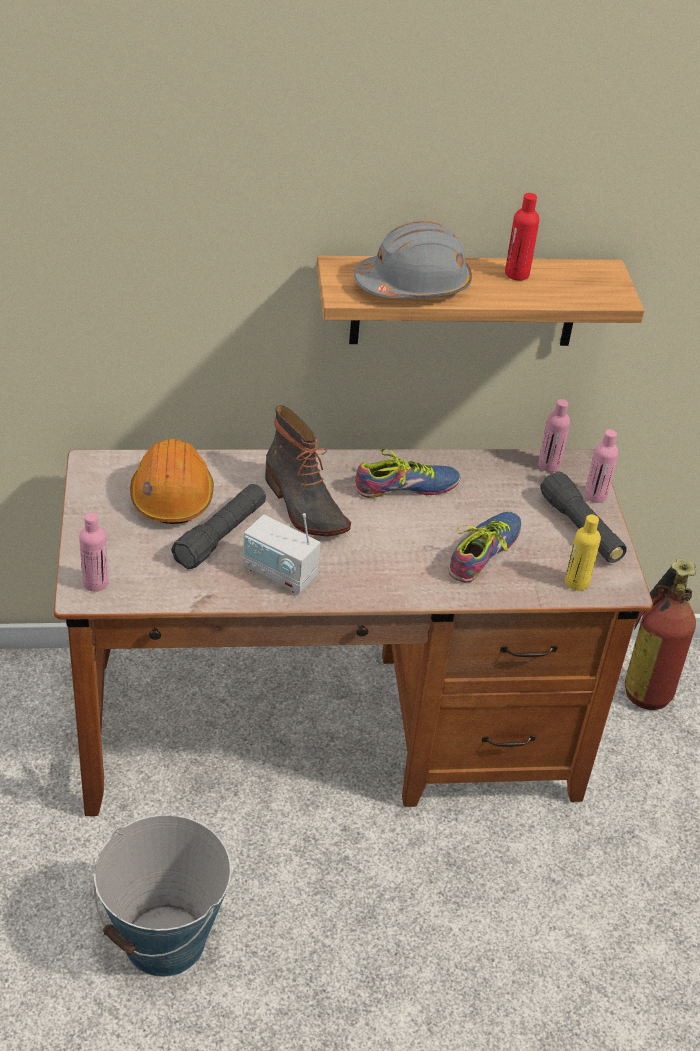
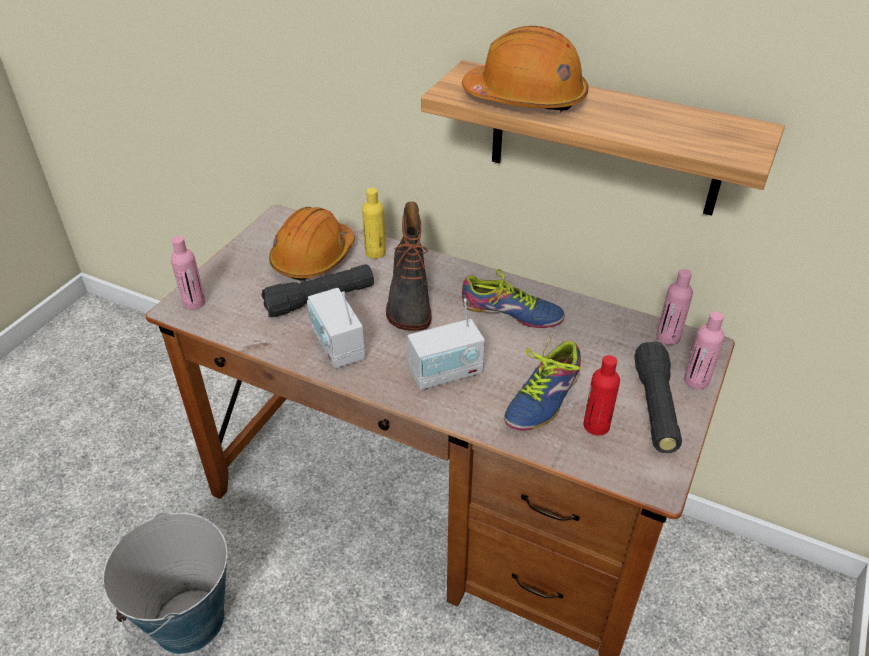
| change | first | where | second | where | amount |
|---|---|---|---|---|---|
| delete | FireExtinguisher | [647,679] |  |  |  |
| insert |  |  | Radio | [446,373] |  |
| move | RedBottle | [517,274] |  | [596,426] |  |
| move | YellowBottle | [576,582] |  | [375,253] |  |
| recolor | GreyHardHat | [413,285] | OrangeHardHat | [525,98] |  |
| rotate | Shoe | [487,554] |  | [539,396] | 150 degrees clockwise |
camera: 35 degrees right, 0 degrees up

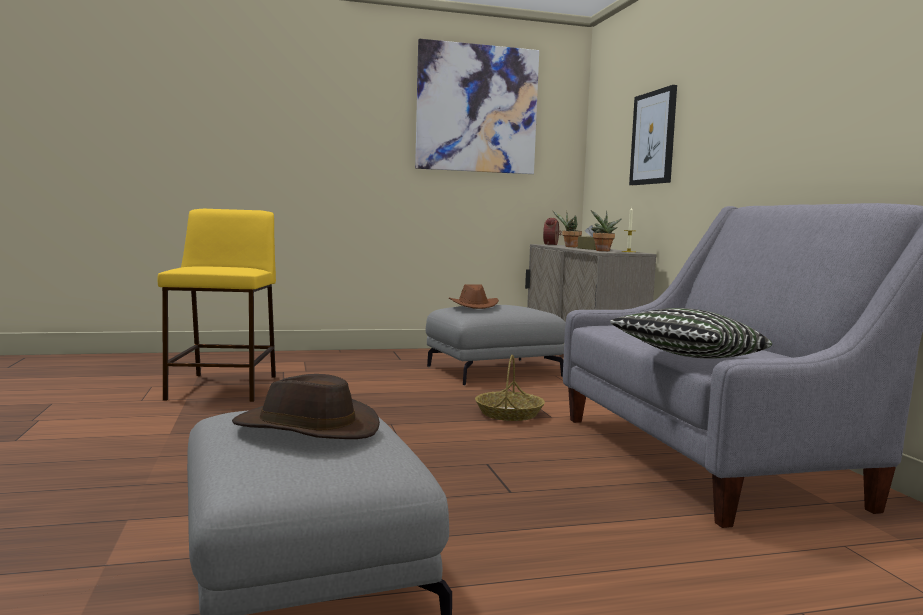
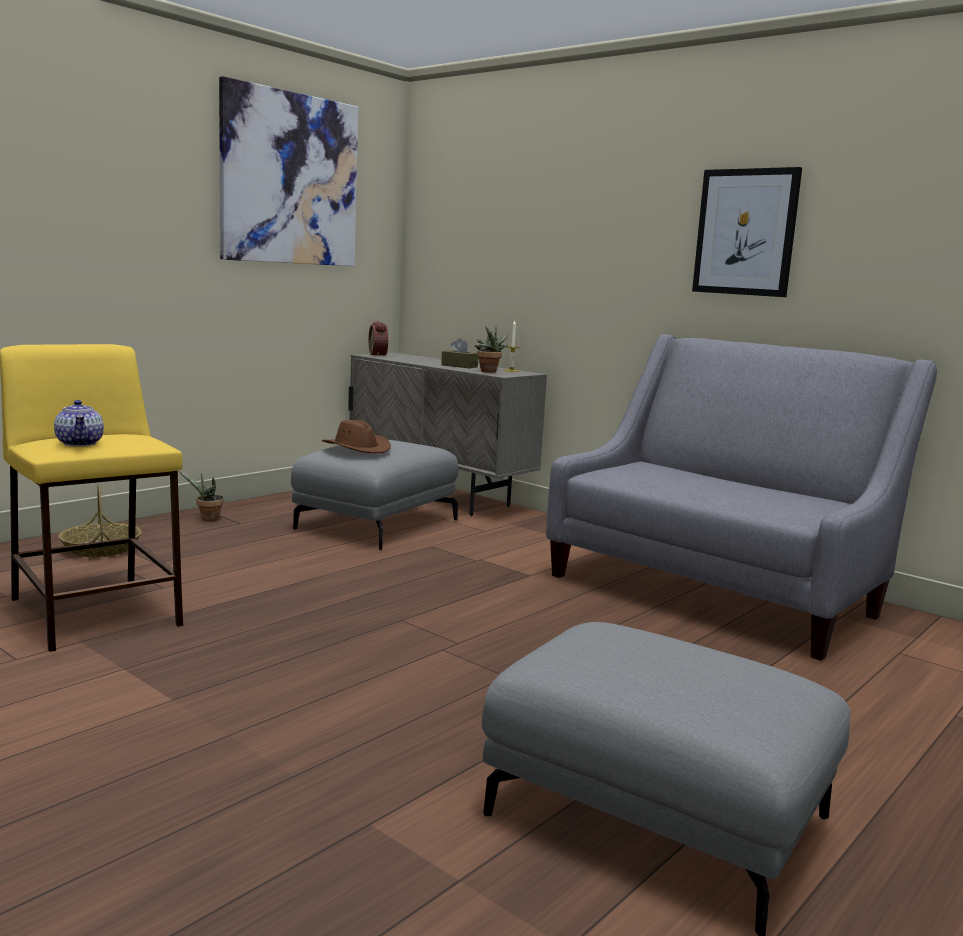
| change | first | where | second | where | amount |
|---|---|---|---|---|---|
| delete | BrownHat | [306,428] |  |  |  |
| delete | Pillow | [688,358] |  |  |  |
| insert |  |  | Teapot | [80,443] |  |
| move | Basket | [509,414] |  | [100,548] |  |
| move | PottedPlant | [569,247] |  | [207,519] |  |
| move | Picture | [653,138] |  | [746,232] |  |
camera: 35 degrees left, 5 degrees up

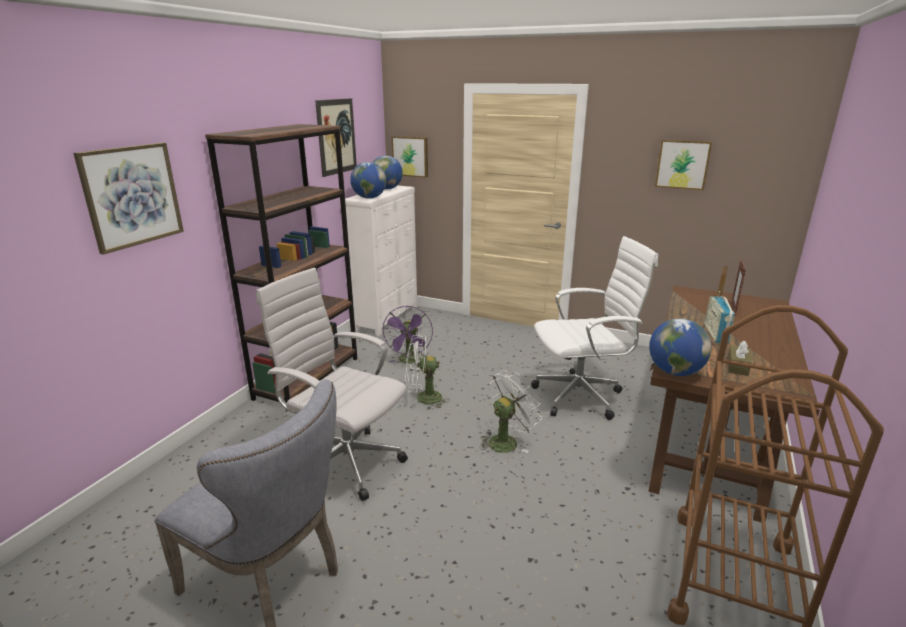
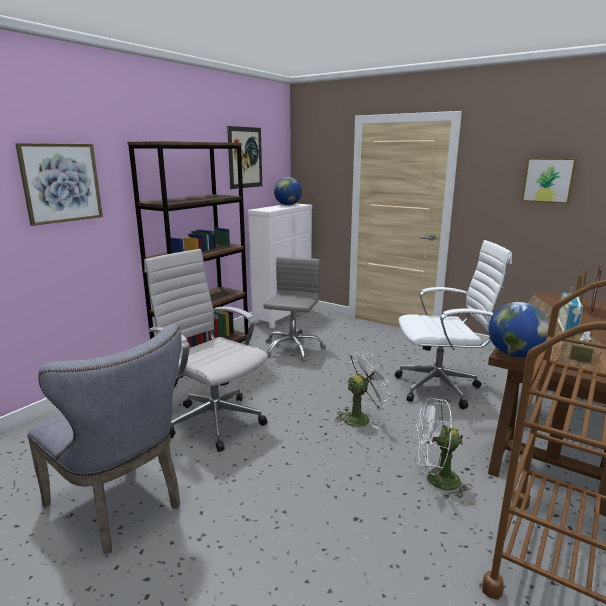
| change | first | where | second | where | amount |
|---|---|---|---|---|---|
| delete | Globe | [369,198] |  |  |  |
| delete | Picture | [411,156] |  |  |  |
| move | WhiteFan | [423,399] |  | [435,480] |  |
| replace | PurpleFan | [410,361] | GreyOfficeChair | [292,348] |  |
camera: 10 degrees right, 5 degrees down

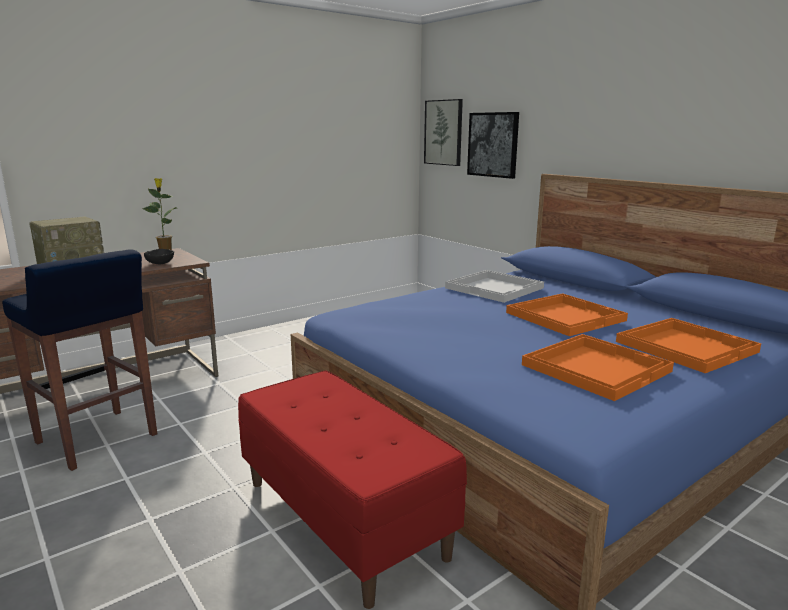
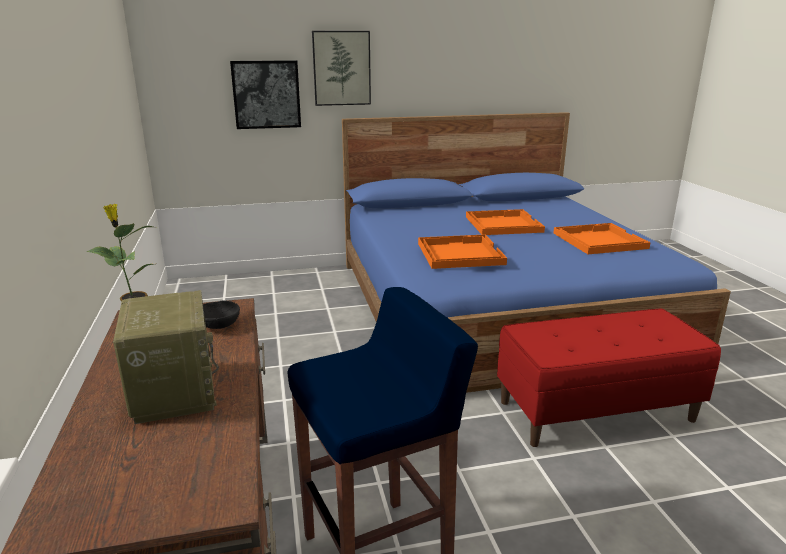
| change | first | where | second | where | amount |
|---|---|---|---|---|---|
| delete | WhiteTray | [495,288] |  |  |  |
| move | Picture | [443,132] |  | [341,68] |  |
| move | OrangeTray | [685,346] |  | [459,253] |  |
camera: 65 degrees left, 5 degrees up

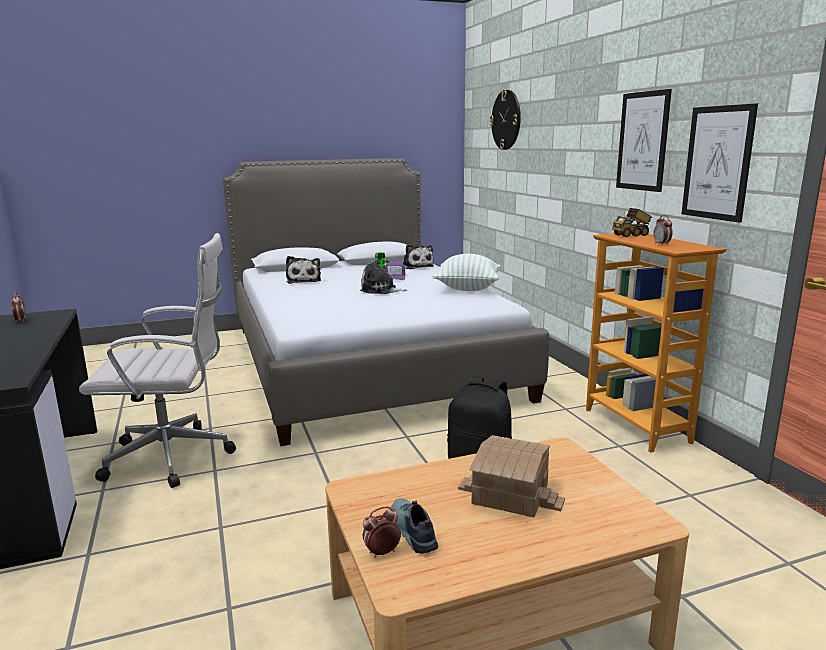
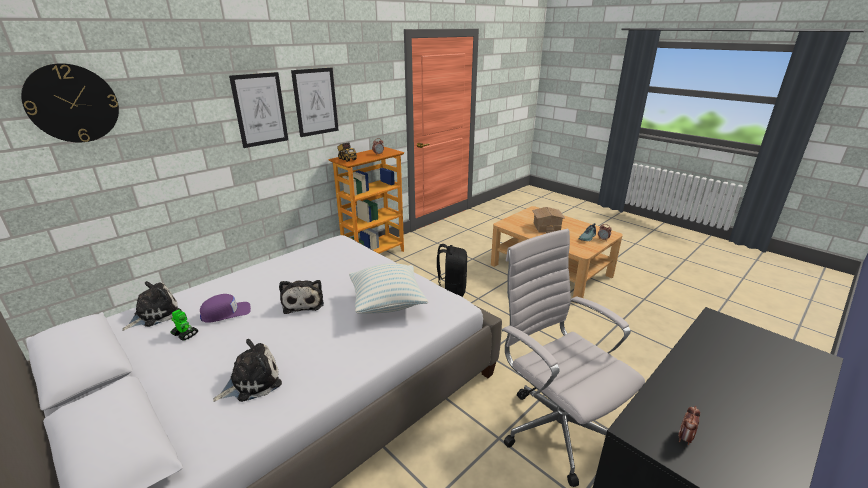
| change | first | where | second | where | amount |
|---|---|---|---|---|---|
| move | Pillow | [467,288] |  | [387,304] |  |
| move | Picture | [717,163] |  | [260,110] |  |
camera: 115 degrees left, 10 degrees up

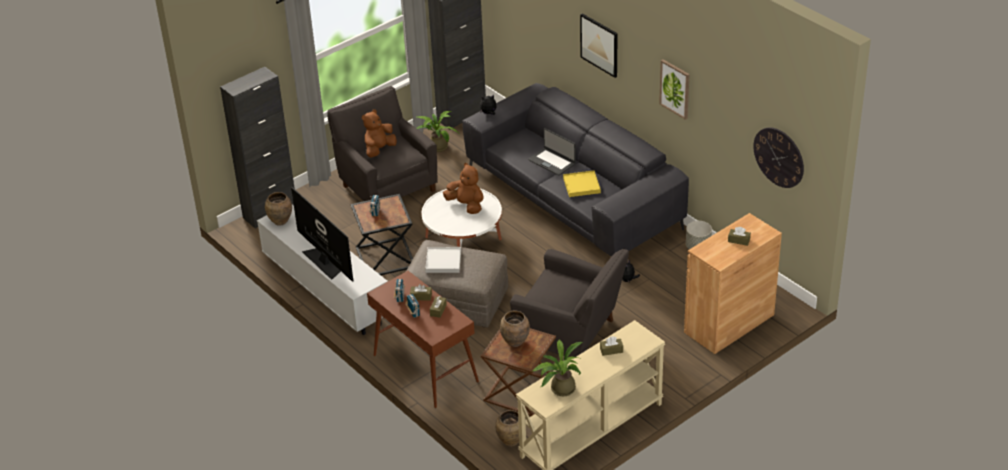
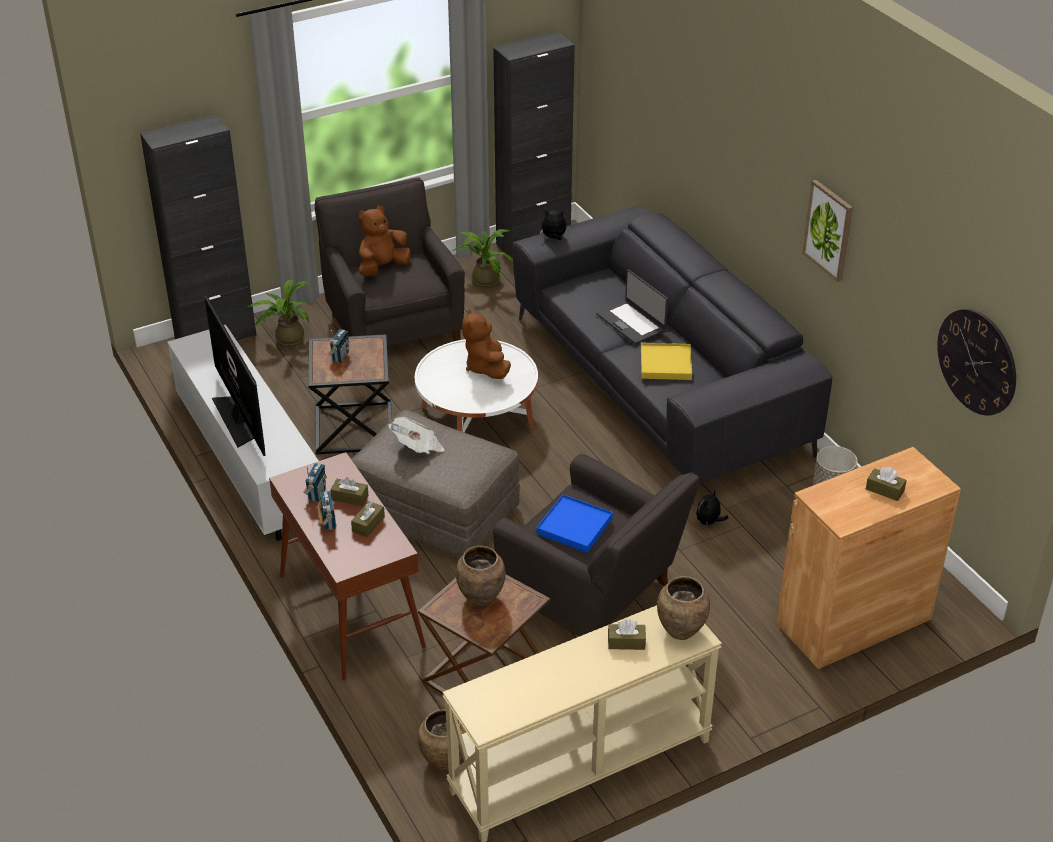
| change | first | where | second | where | amount |
|---|---|---|---|---|---|
| delete | Picture | [599,45] |  |  |  |
| insert |  |  | BlueTray | [574,526] |  |
| move | BrownVase | [280,221] |  | [680,631] |  |
| move | PottedPlant | [559,389] |  | [286,339] |  |
| replace | WhiteTray | [443,261] | Newspaper | [417,447] |  |
| rotate | BrownPlushToy | [466,205] |  | [486,368] | 150 degrees counterclockwise |
camera: 10 degrees right, 0 degrees up

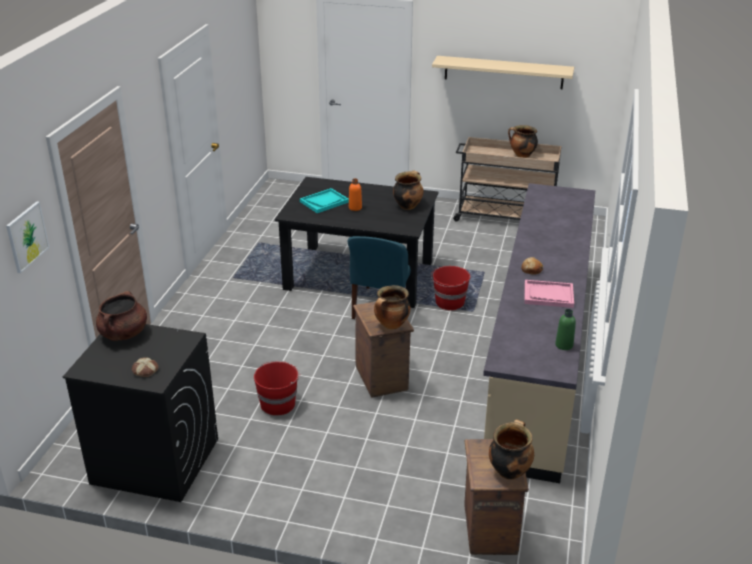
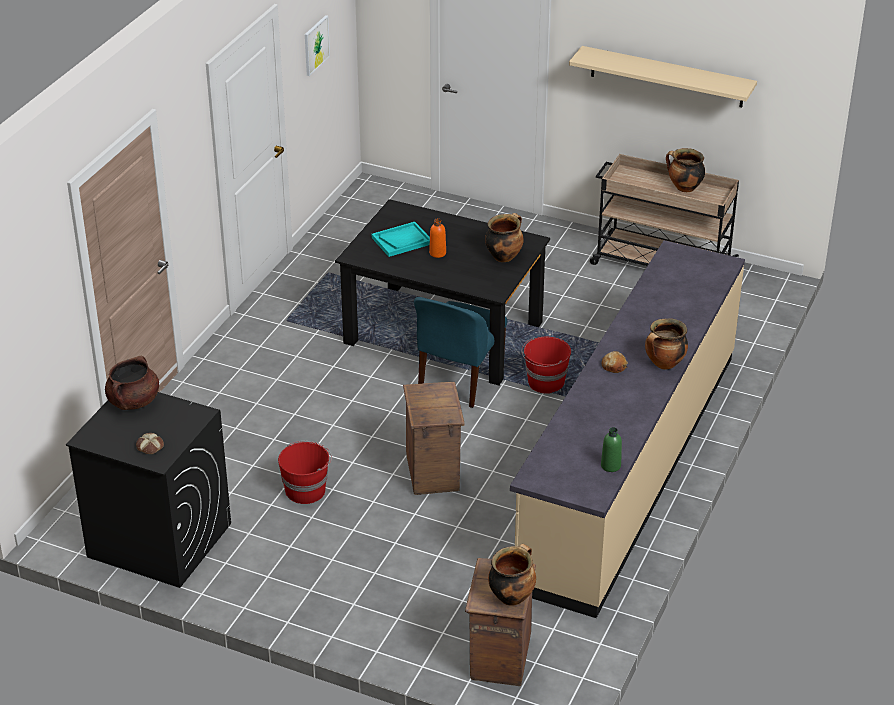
| change | first | where | second | where | amount |
|---|---|---|---|---|---|
| delete | PinkTray | [548,295] |  |  |  |
| move | Picture | [27,236] |  | [316,45] |  |
| move | CookingPot | [391,325] |  | [664,364] |  |
camera: 10 degrees right, 5 degrees up

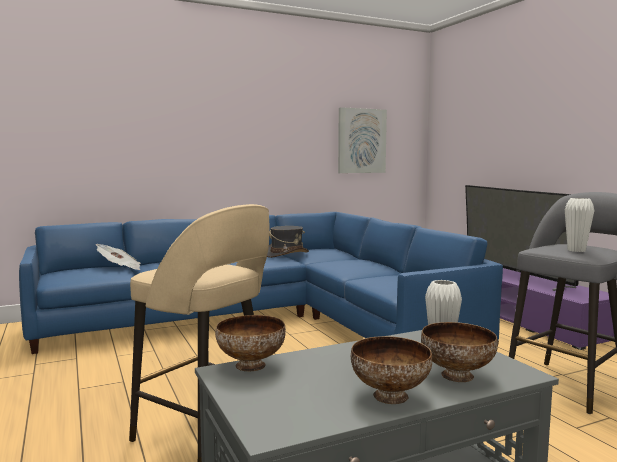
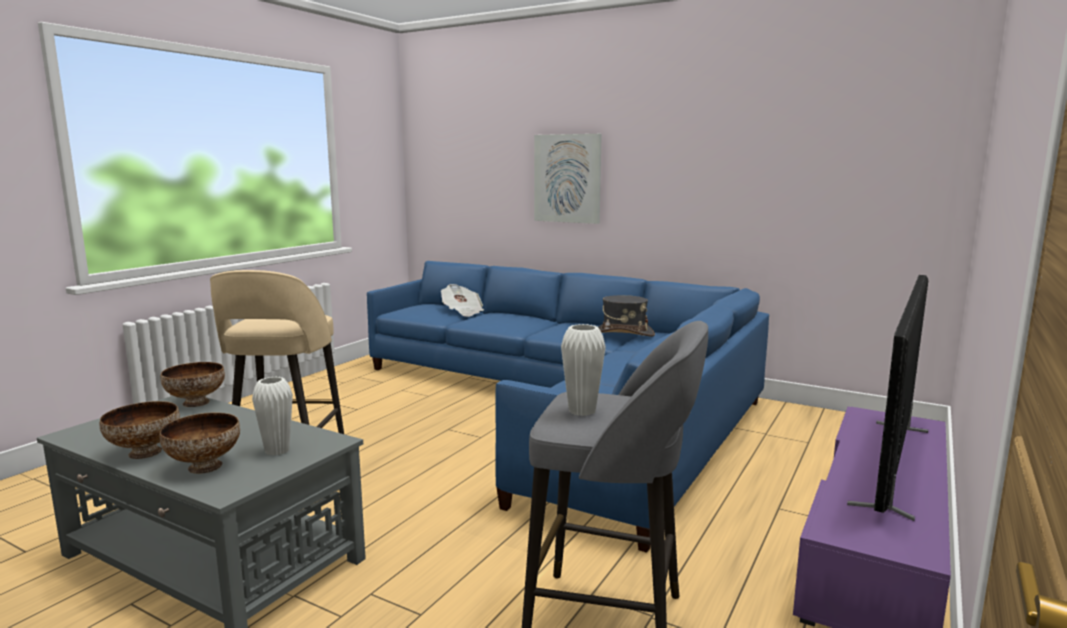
| change | first | where | second | where | amount |
|---|---|---|---|---|---|
| move | Picture | [361,141] |  | [567,178] |  |
camera: 55 degrees right, 5 degrees up

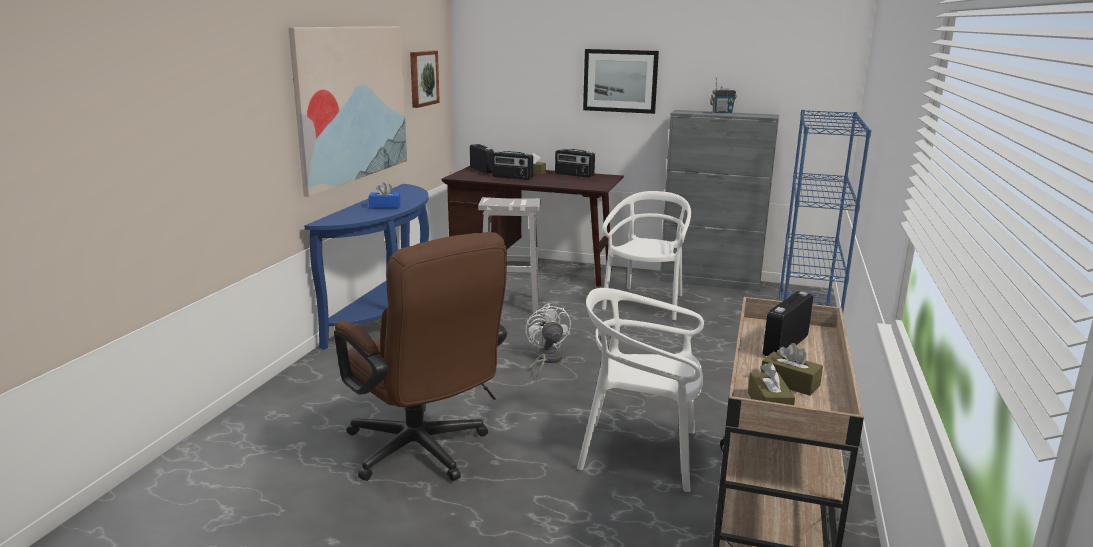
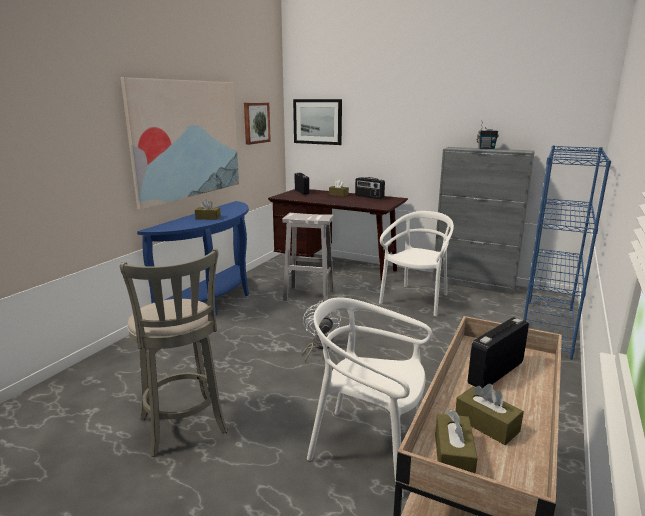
| change | first | where | second | where | amount |
|---|---|---|---|---|---|
| delete | Radio | [512,178] |  |  |  |
| move | Picture | [620,81] |  | [317,121] |  |
| replace | BrownOfficeChair | [423,453] | GreyStool | [184,428] |  |
| recolor | BlueTissueBox | [385,206] | BrownTissueBox | [208,218] |  |
camera: 10 degrees right, 0 degrees up

